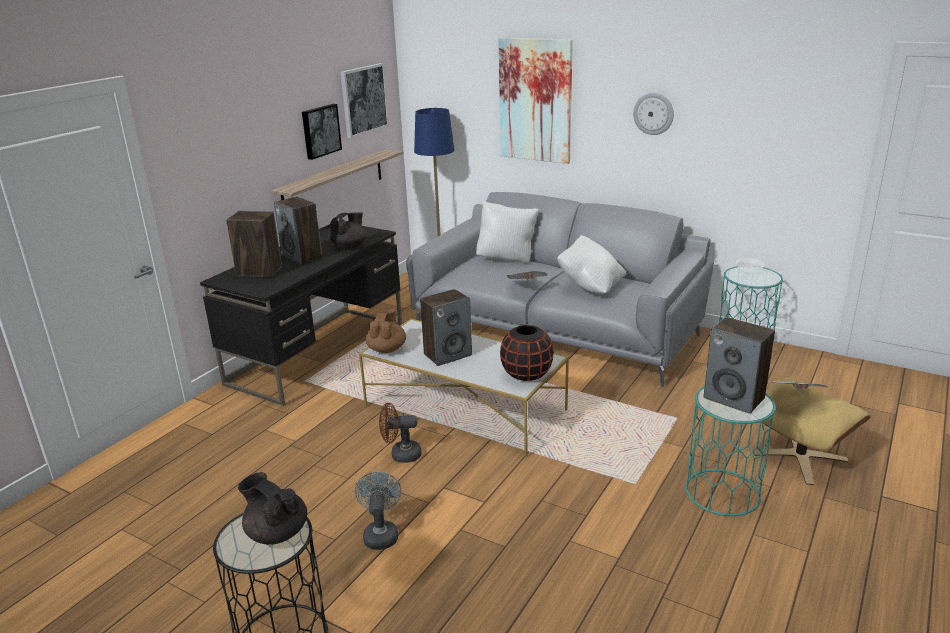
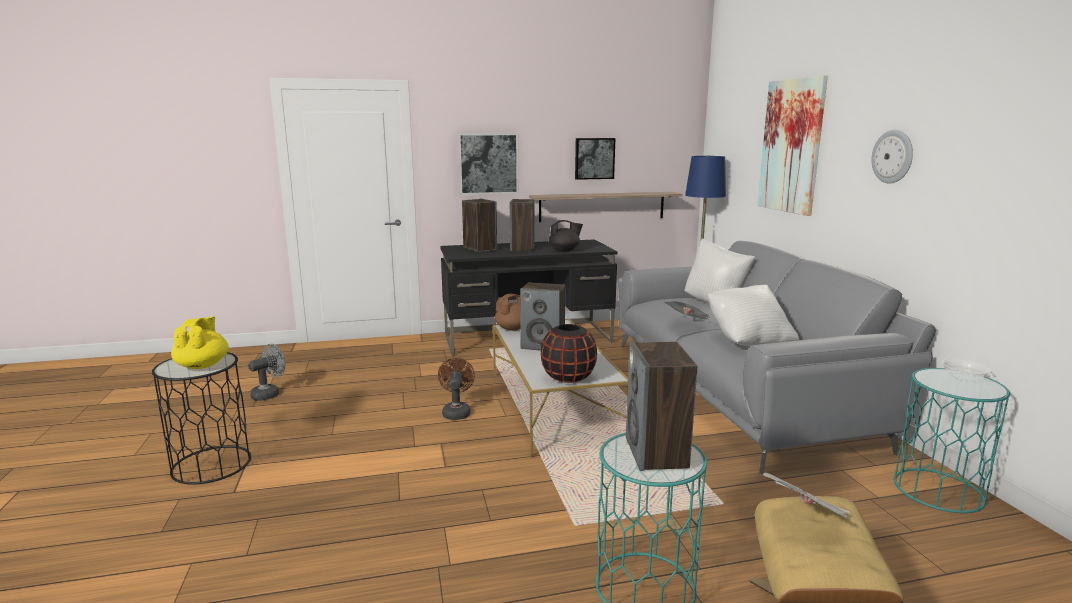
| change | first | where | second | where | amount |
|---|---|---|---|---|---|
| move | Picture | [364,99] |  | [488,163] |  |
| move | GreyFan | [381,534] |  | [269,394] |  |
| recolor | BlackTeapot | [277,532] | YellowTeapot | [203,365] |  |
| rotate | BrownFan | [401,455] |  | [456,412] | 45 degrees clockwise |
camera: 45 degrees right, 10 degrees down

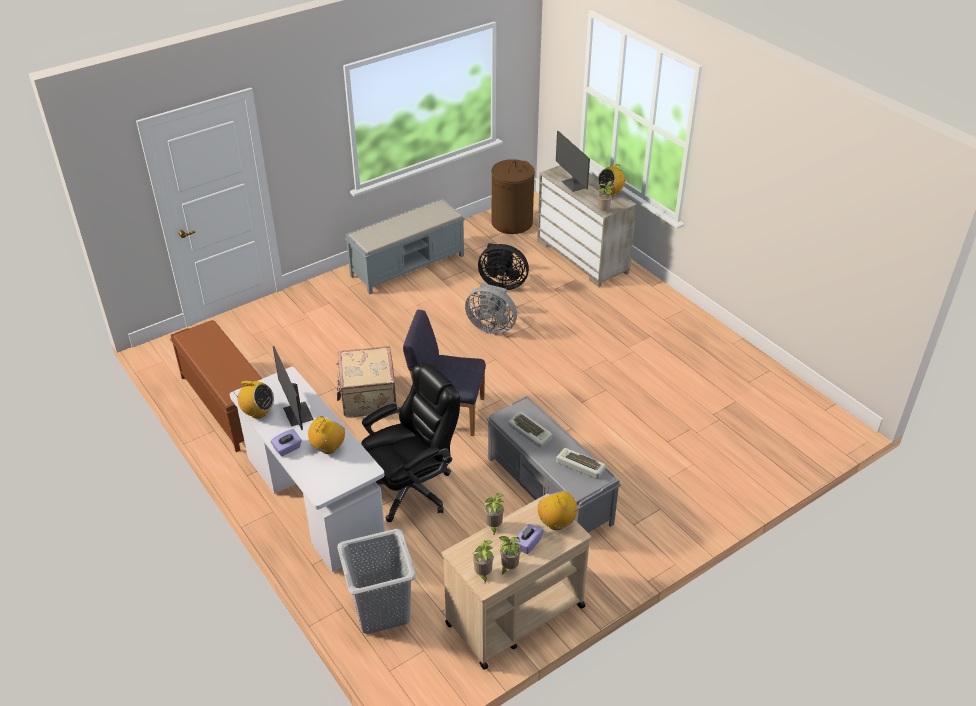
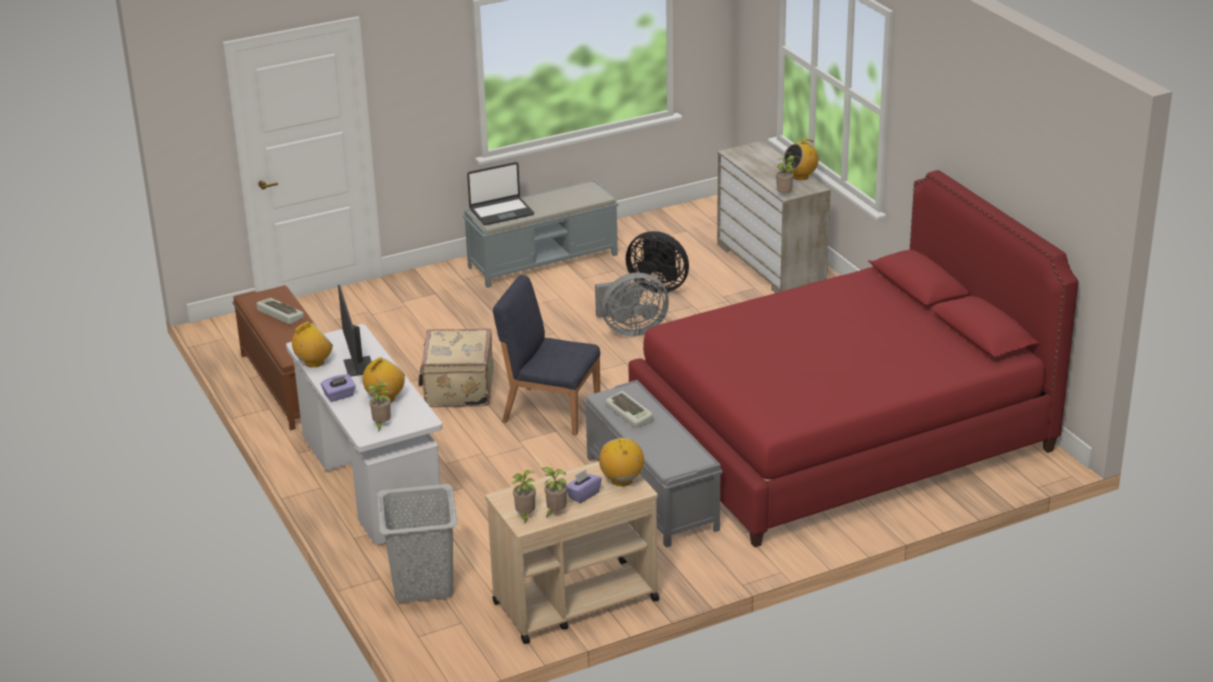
| change | first | where | second | where | amount |
|---|---|---|---|---|---|
| delete | BlackOfficeChair | [412,488] |  |  |  |
| delete | BrownLaundryBasket | [512,223] |  |  |  |
| delete | Monitor | [574,184] |  |  |  |
| insert |  |  | Laptop | [501,212] |  |
| insert |  |  | RedBed | [840,435] |  |
| move | PottedPlant | [493,526] |  | [381,425] |  |
| move | Keyboard | [579,466] |  | [279,314] |  |
| rotate | Radio | [258,412] |  | [314,362] | 60 degrees counterclockwise |
| rotate | GreyFan | [491,326] |  | [631,330] | 45 degrees counterclockwise |
camera: 10 degrees right, 10 degrees down

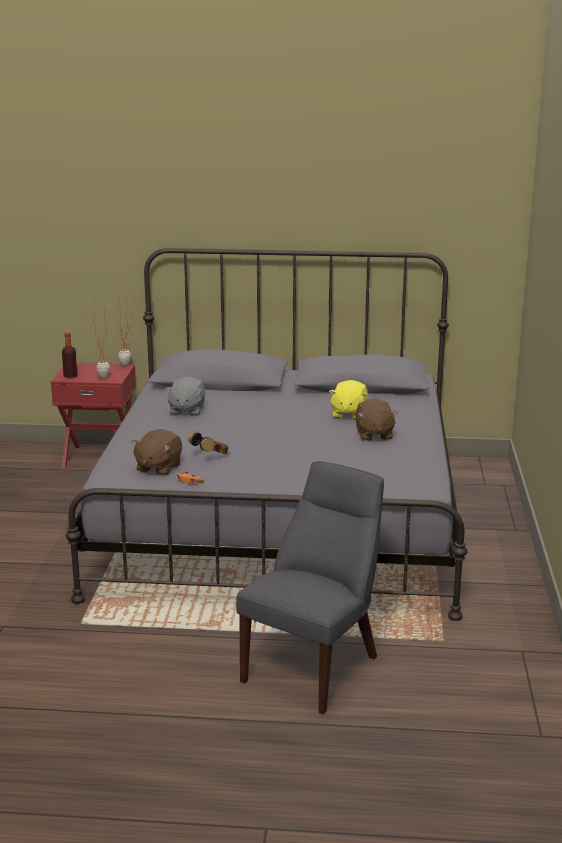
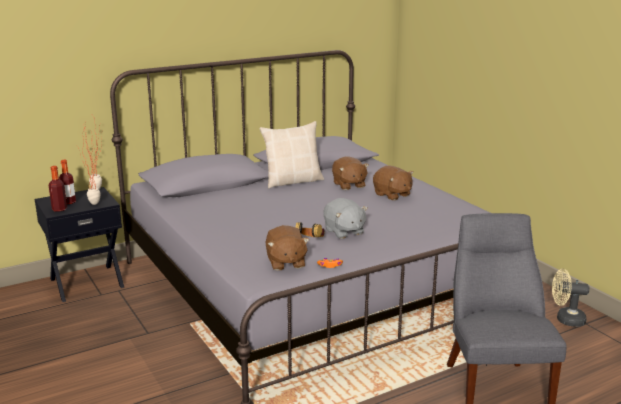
| change | first | where | second | where | amount |
|---|---|---|---|---|---|
| insert |  |  | Bottle | [69,202] |  |
| insert |  |  | BeigePillow | [293,181] |  |
| insert |  |  | BeigeFan | [565,319] |  |
| move | GreyPlushToy | [186,411] |  | [344,232] |  |
| recolor | RedNightstand | [99,457] | BlackNightstand | [86,282] |  |
| recolor | YellowPlushToy | [348,414] | BrownPlushToy | [348,185] |  |
camera: 35 degrees left, 0 degrees up

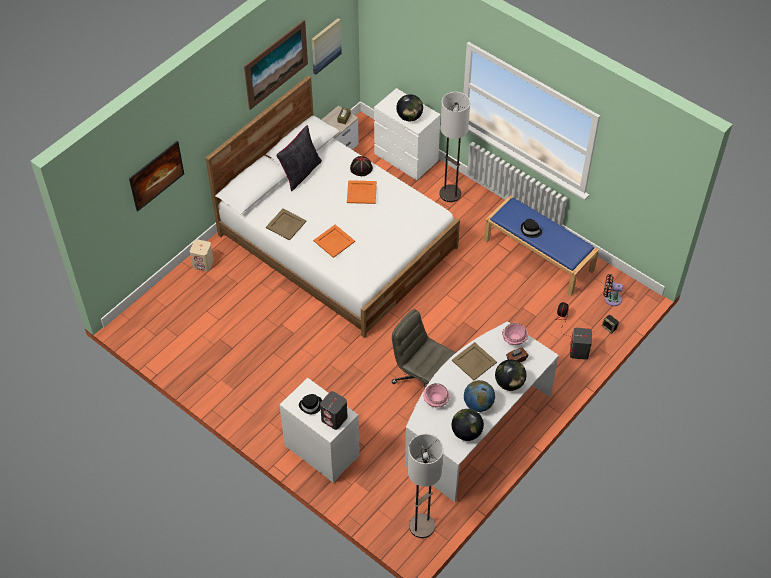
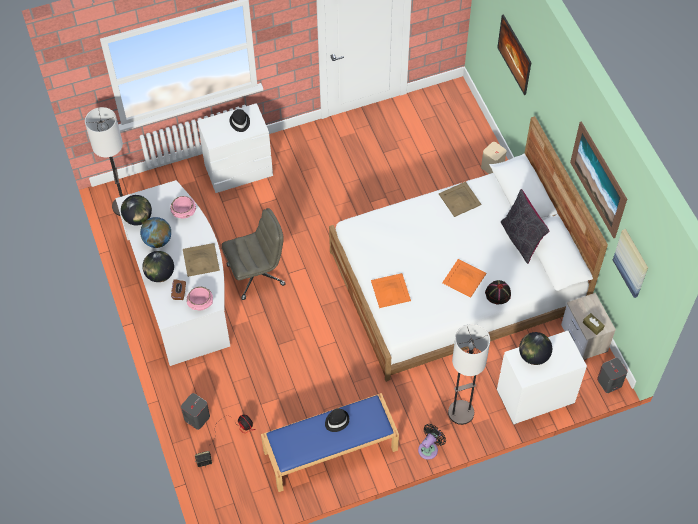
| change | first | where | second | where | amount |
|---|---|---|---|---|---|
| move | OrangeTray | [334,241] |  | [390,291] |  |
| move | GreySpeaker | [334,419] |  | [609,382] |  |
| move | BlackFan | [611,298] |  | [429,448] |  |
camera: 120 degrees right, 5 degrees up

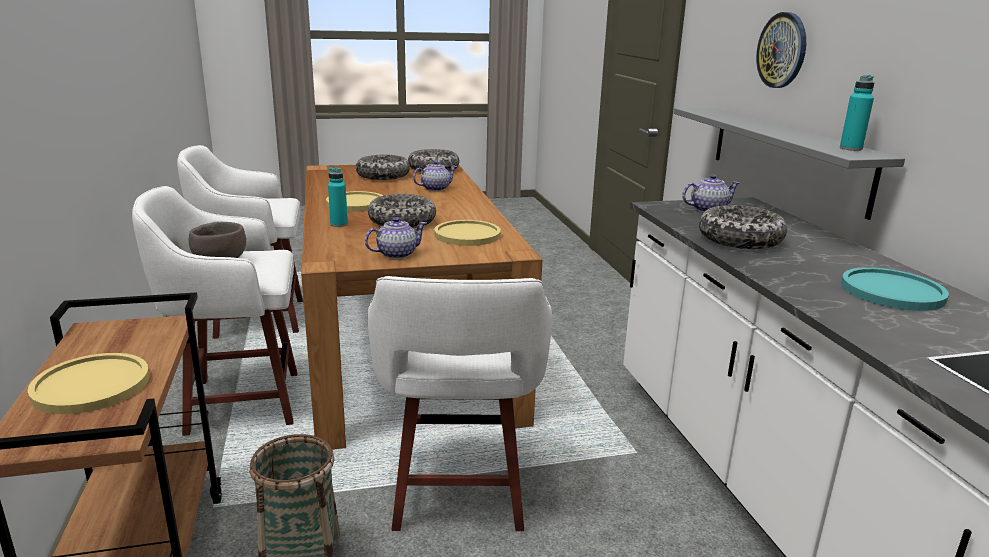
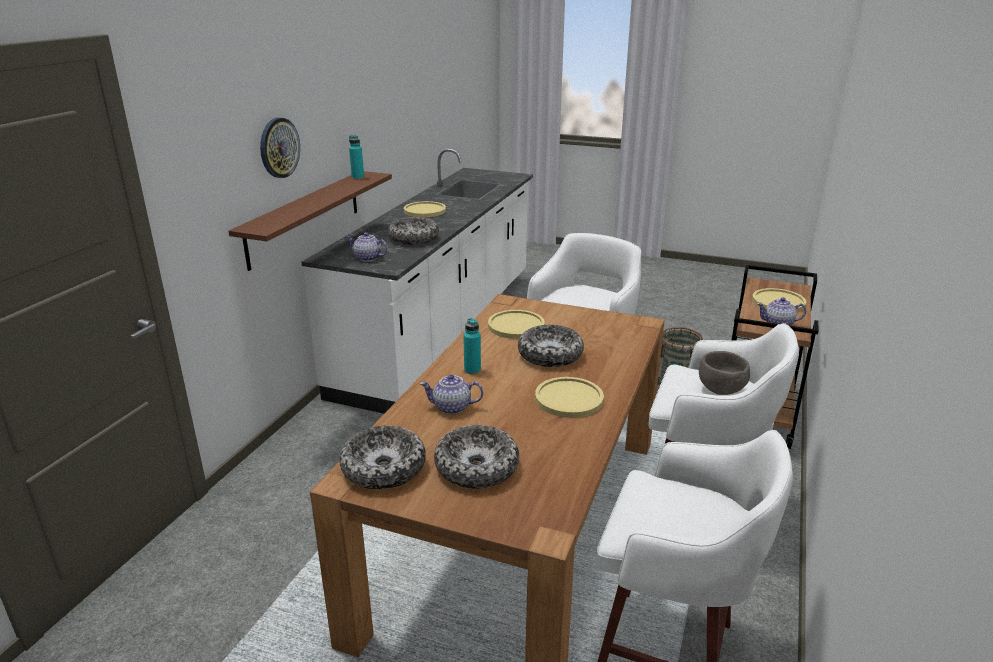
| change | first | where | second | where | amount |
|---|---|---|---|---|---|
| move | TurquoiseBottle | [339,224] |  | [472,370] |  |
| move | Teapot | [396,254] |  | [778,324] |  |
| recolor | GreyShelf | [786,156] | BrownShelf | [305,217] |  |
| recolor | TurquoisePlate | [892,291] | YellowPlate | [424,211] |  |
camera: 145 degrees left, 5 degrees up

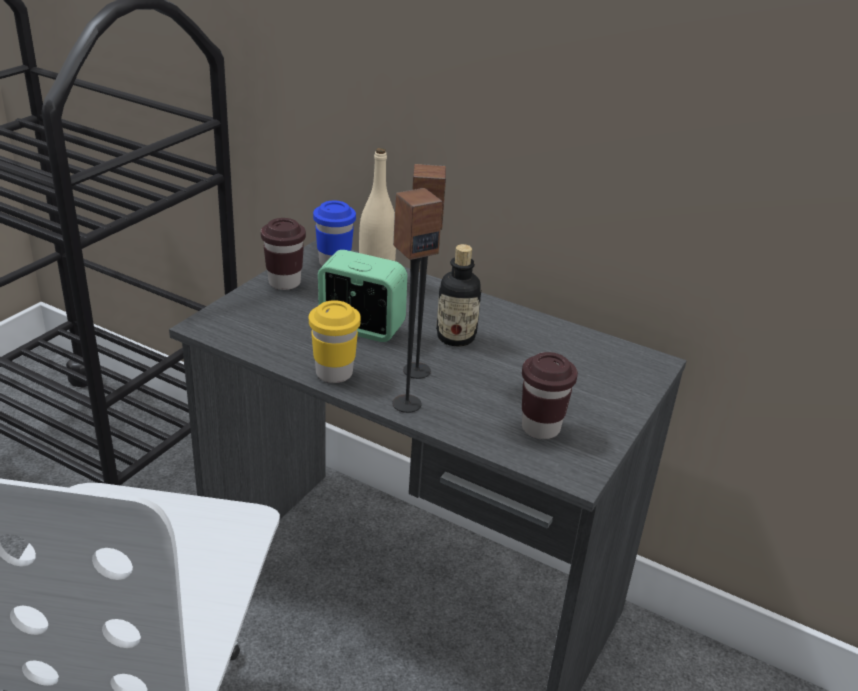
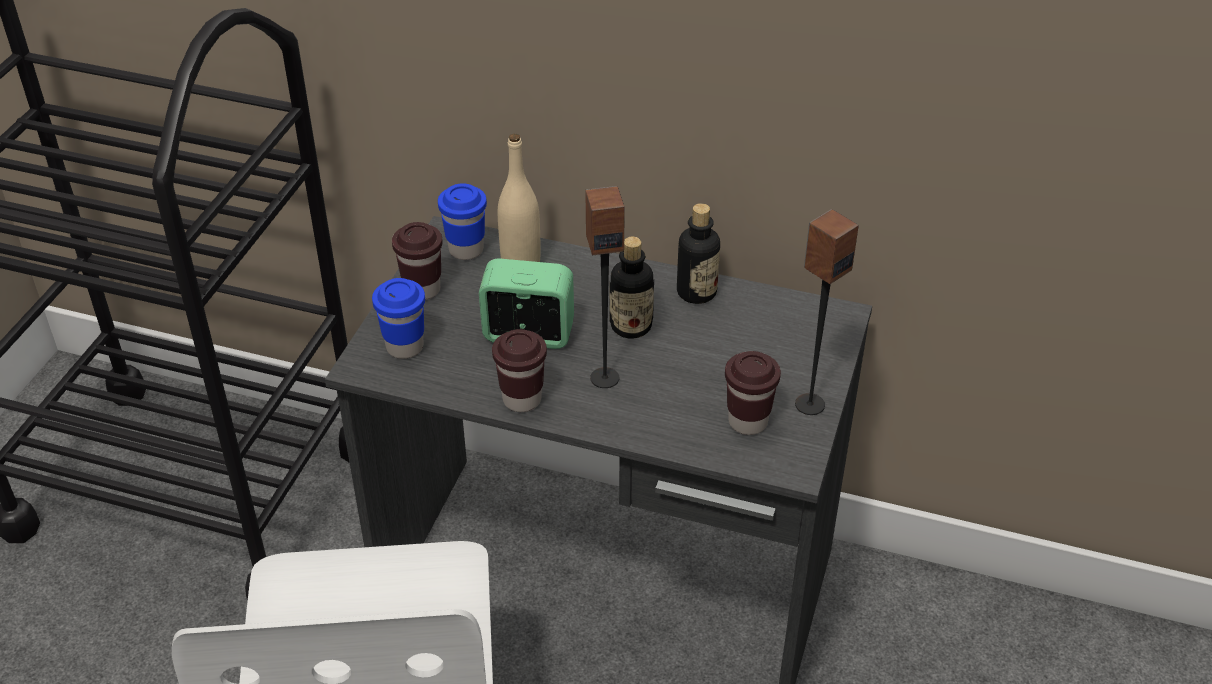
| change | first | where | second | where | amount |
|---|---|---|---|---|---|
| insert |  |  | BlueCup | [405,347] |  |
| insert |  |  | Bottle | [696,292] |  |
| move | Speaker | [406,403] |  | [809,404] |  |
| recolor | YellowCup | [334,373] | BrownCup | [522,399] |  |
camera: 10 degrees left, 10 degrees up

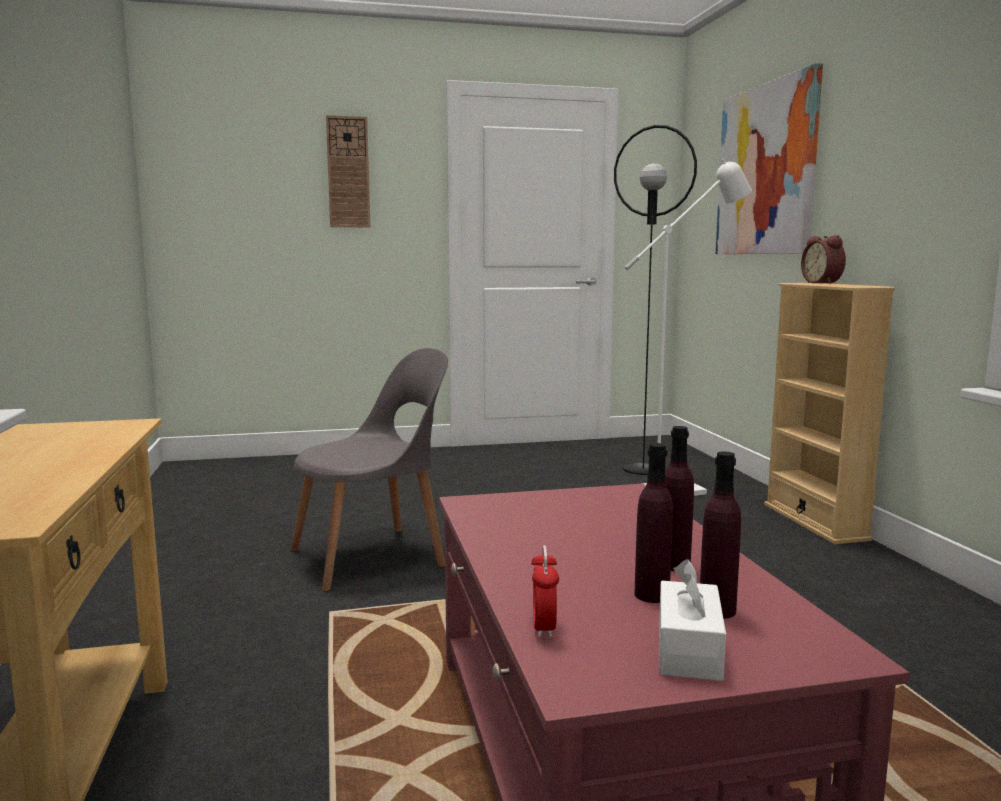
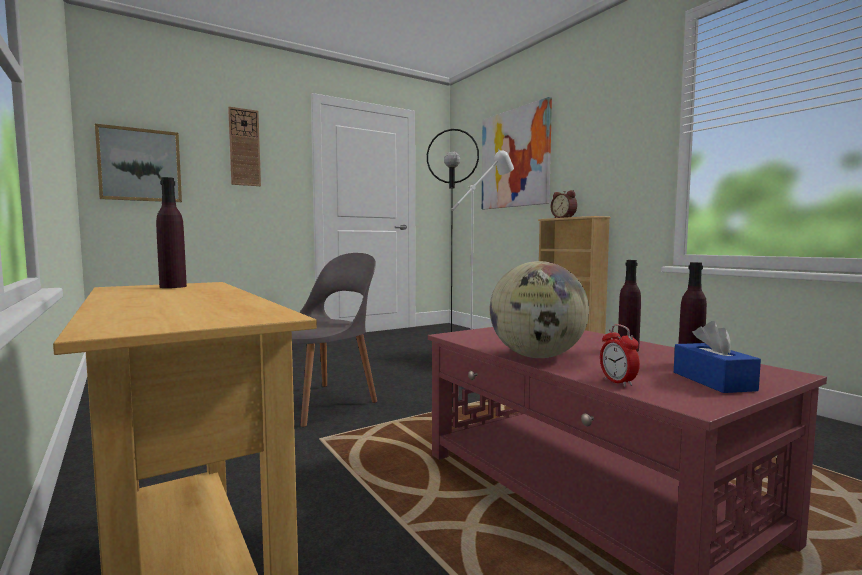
| change | first | where | second | where | amount |
|---|---|---|---|---|---|
| insert |  |  | Picture | [140,165] |  |
| insert |  |  | Globe | [537,357] |  |
| move | PurpleBottle | [651,595] |  | [173,287] |  |
| recolor | WhiteTissueBox | [688,649] | BlueTissueBox | [713,381] |  |
camera: 20 degrees left, 5 degrees down

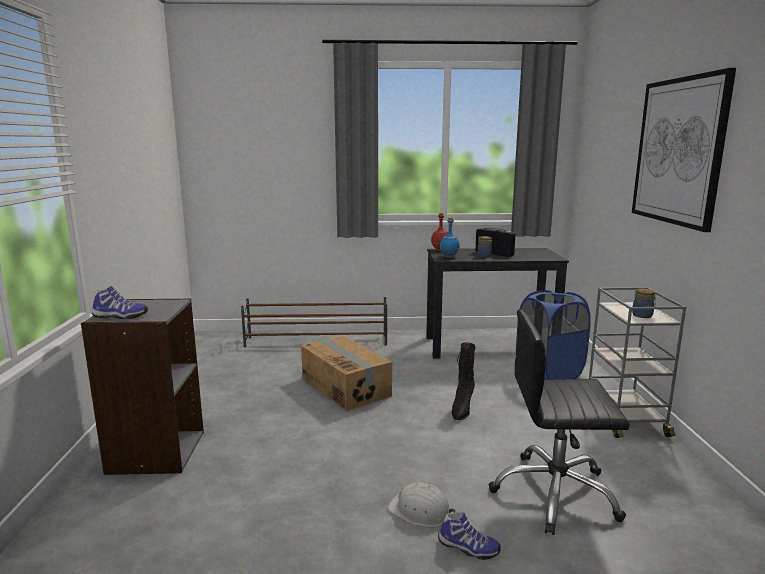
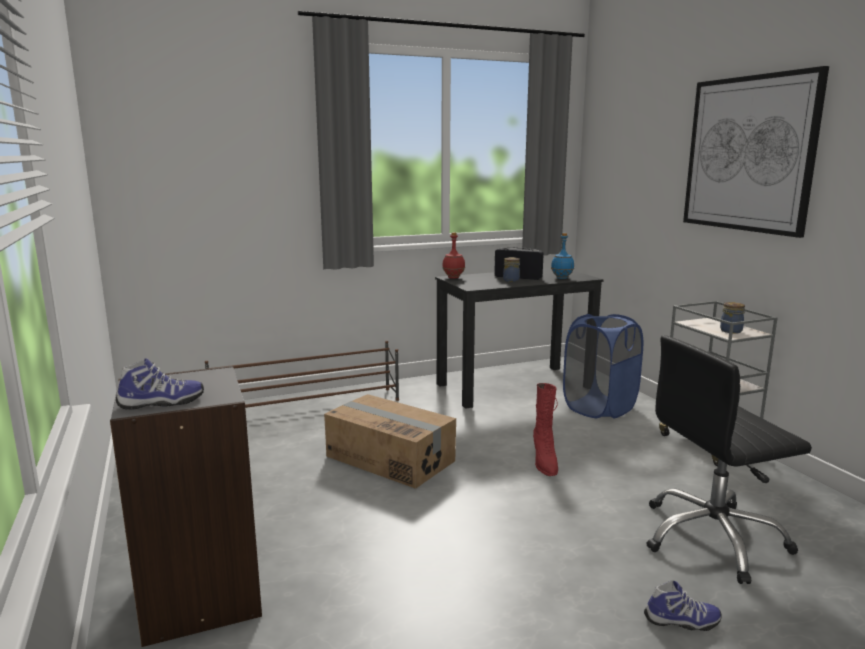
| change | first | where | second | where | amount |
|---|---|---|---|---|---|
| delete | WhiteHardHat | [420,511] |  |  |  |
| move | BlueBottle | [449,257] |  | [561,278] |  |
| recolor | BlackBoot | [462,408] | RedBoot | [544,462] |  |
camera: 20 degrees left, 0 degrees up

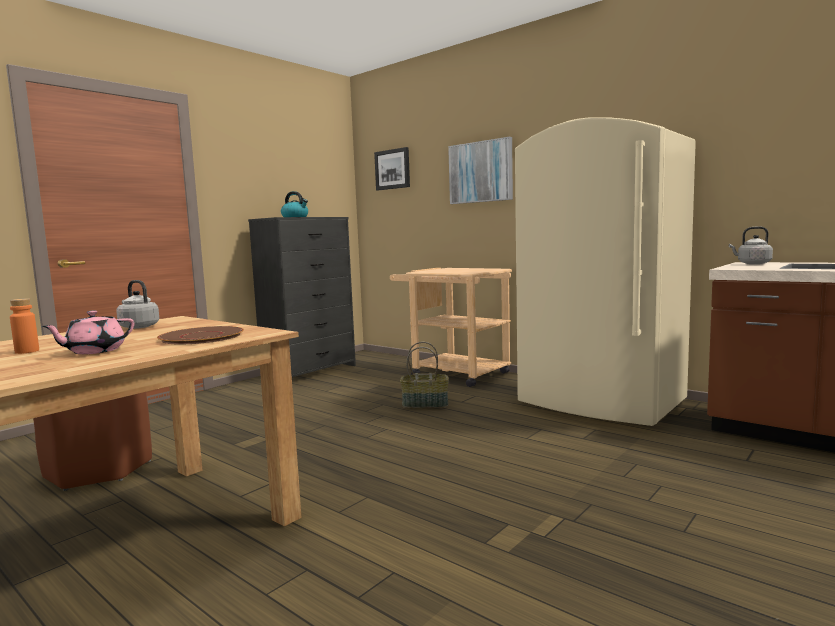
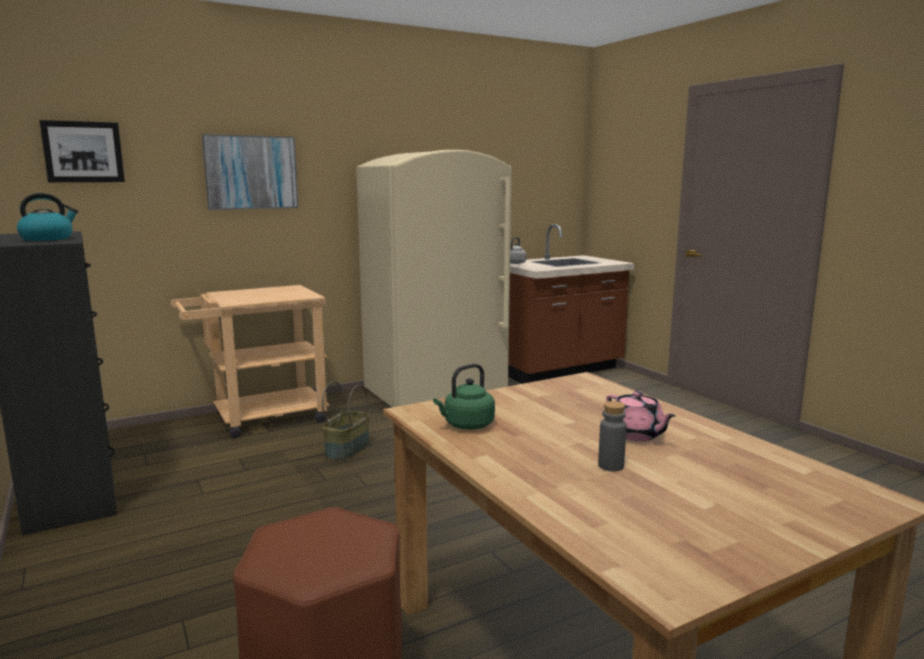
| change | first | where | second | where | amount |
|---|---|---|---|---|---|
| delete | BrownPlate | [202,337] |  |  |  |
| recolor | OrangeBottle | [27,351] | GreyBottle | [611,466] |  |
| recolor | GreyKettle | [138,326] | GreenKettle | [466,425] |  |
camera: 70 degrees left, 5 degrees up

